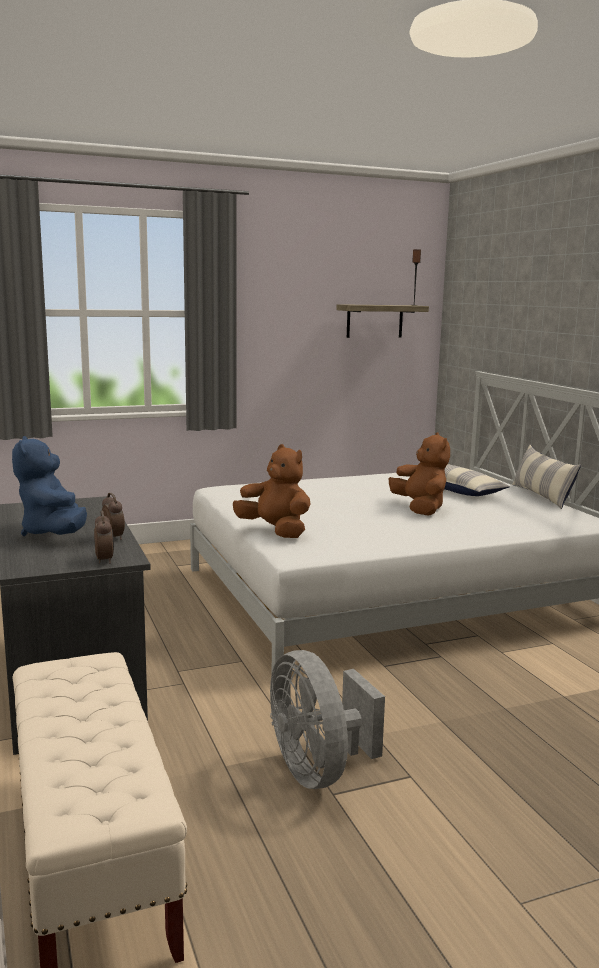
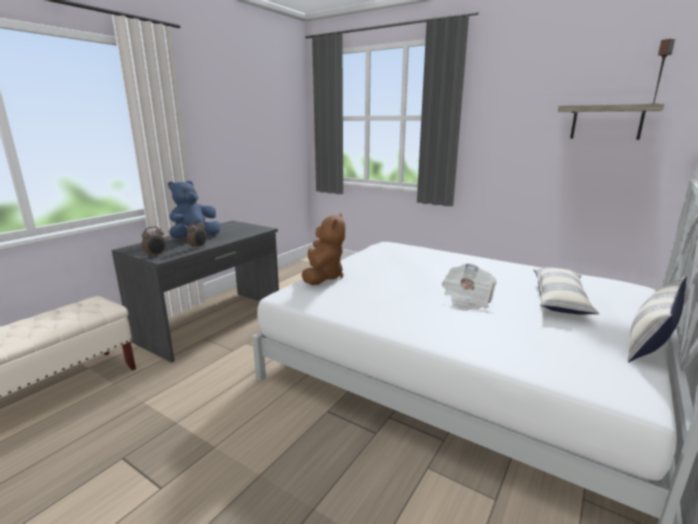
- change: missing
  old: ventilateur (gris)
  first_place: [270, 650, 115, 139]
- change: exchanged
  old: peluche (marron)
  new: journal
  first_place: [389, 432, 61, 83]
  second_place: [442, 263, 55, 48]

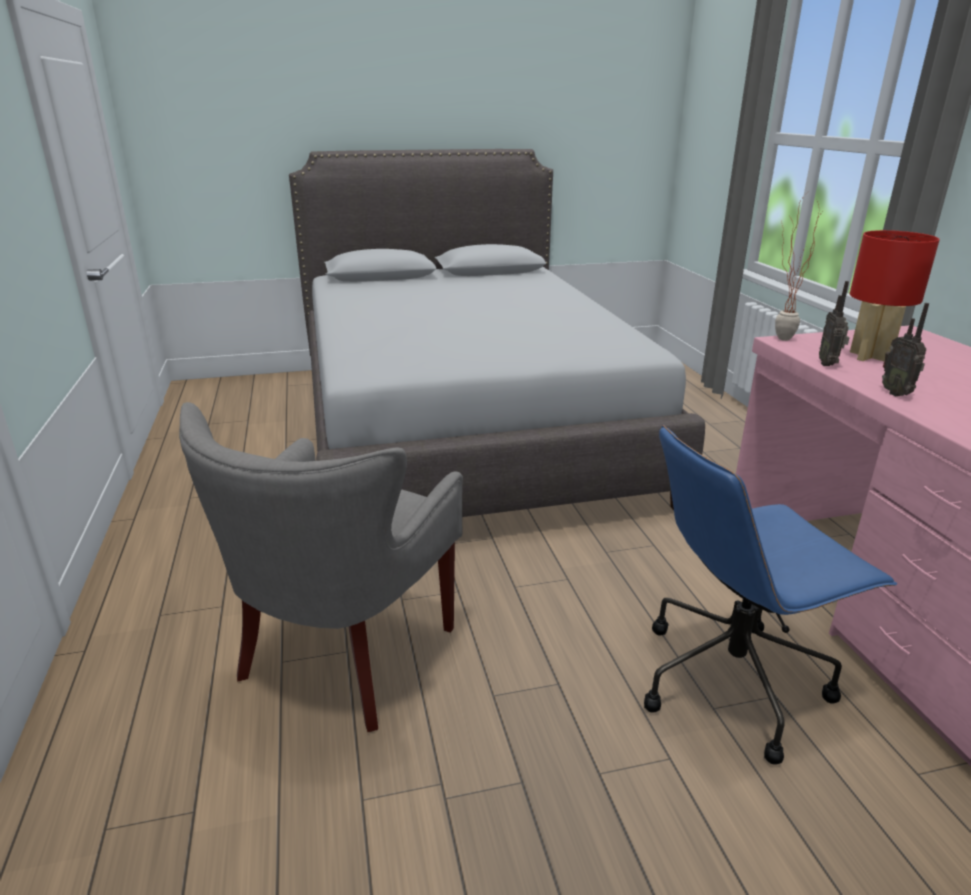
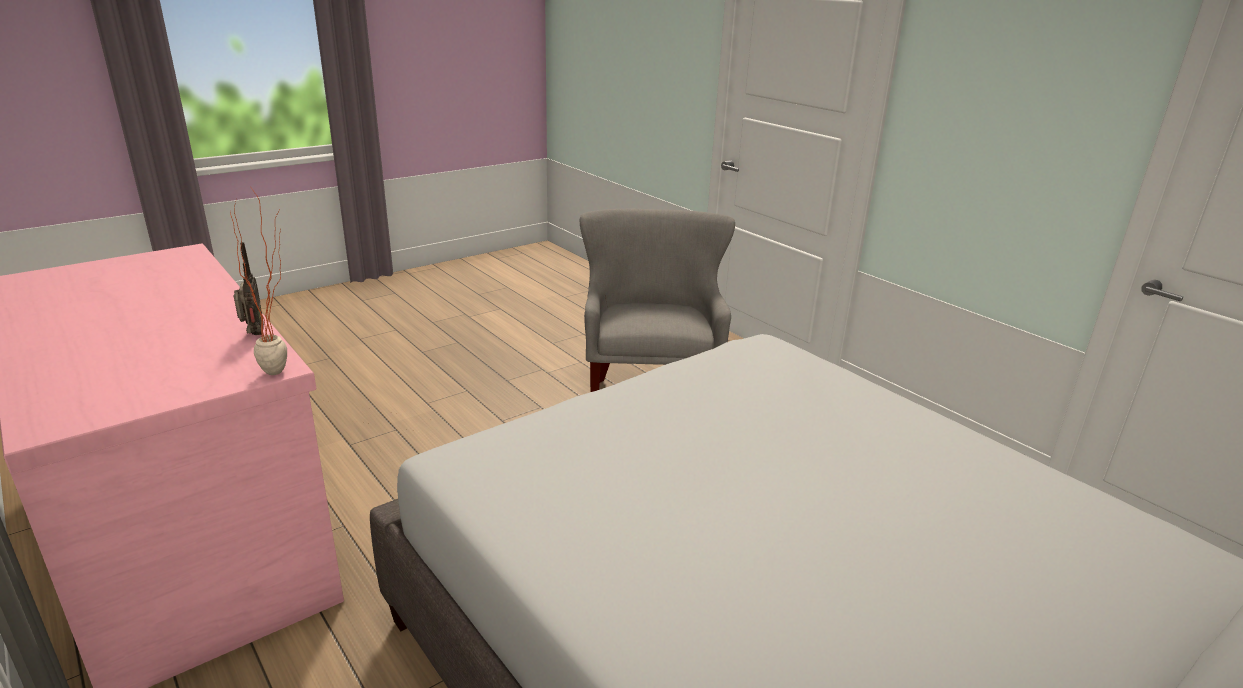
- change: missing
  old: chaise de bureau (bleu)
  first_place: [644, 425, 253, 340]
- change: missing
  old: lampe de table (rouge)
  first_place: [850, 230, 90, 132]
- change: missing
  old: radio
  first_place: [882, 303, 47, 93]

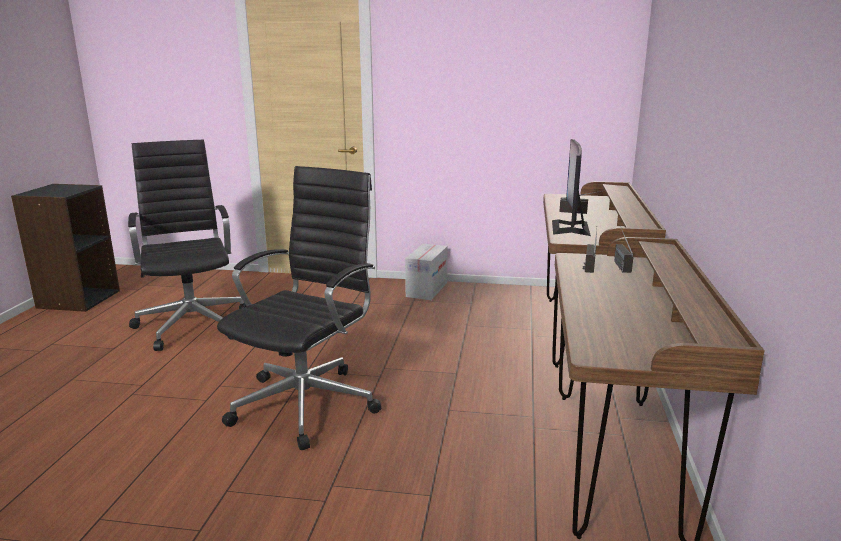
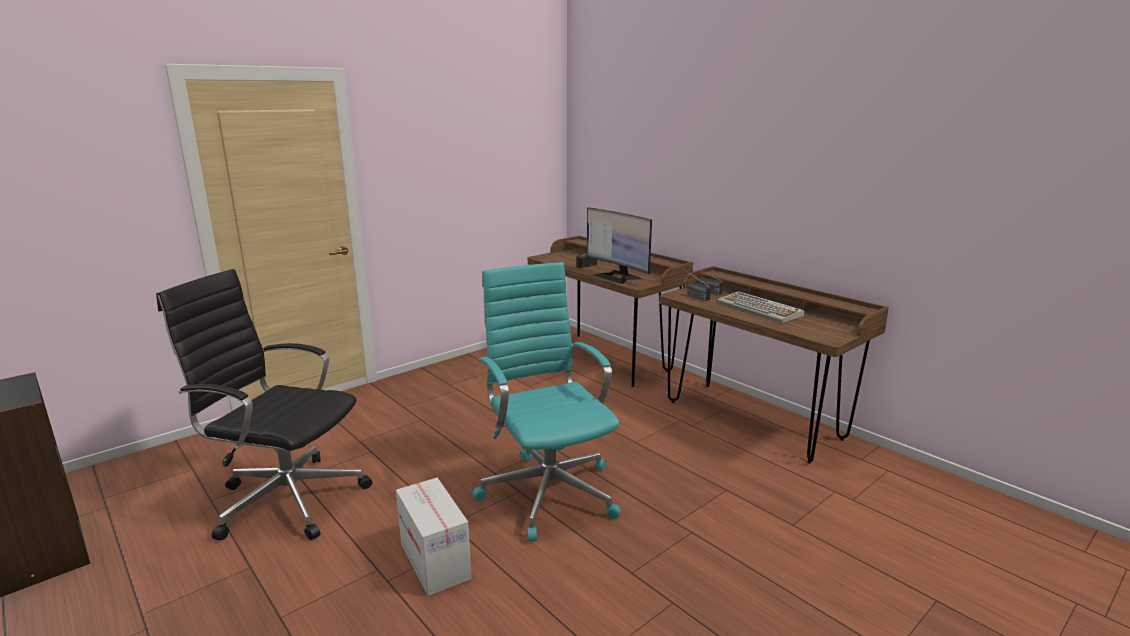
- change: appeared
  new: clavier
  second_place: [717, 291, 88, 32]
- change: relocated
  old: carton
  first_place: [405, 244, 43, 56]
  second_place: [396, 478, 76, 118]
- change: colour
  old: chaise de bureau (noir)
  new: chaise de bureau (turquoise)
  first_place: [217, 166, 164, 284]
  second_place: [473, 262, 148, 280]

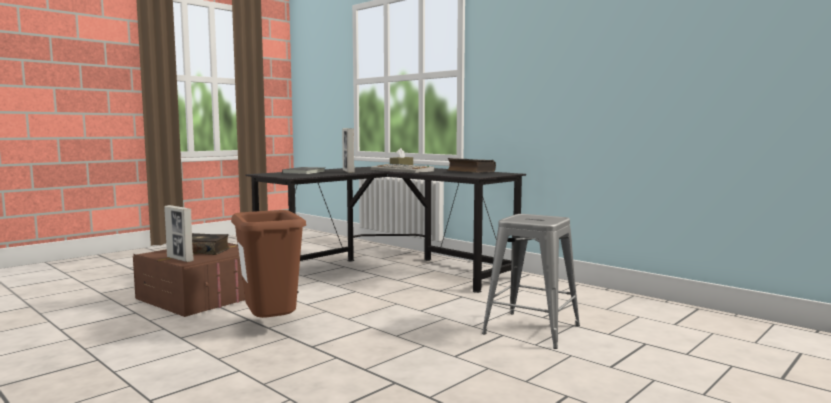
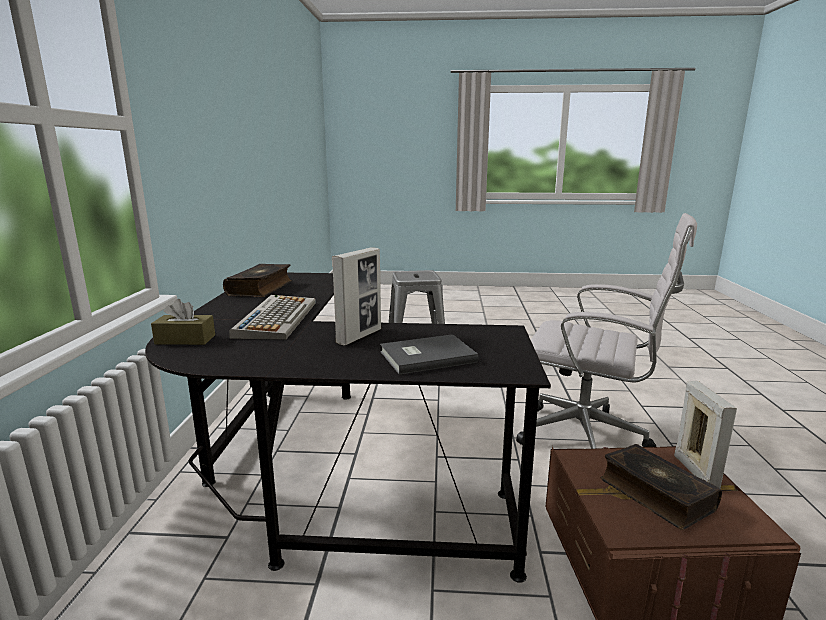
- change: exchanged
  old: poubelle (marron)
  new: chaise de bureau (blanc)
  first_place: [231, 210, 75, 108]
  second_place: [516, 213, 181, 236]

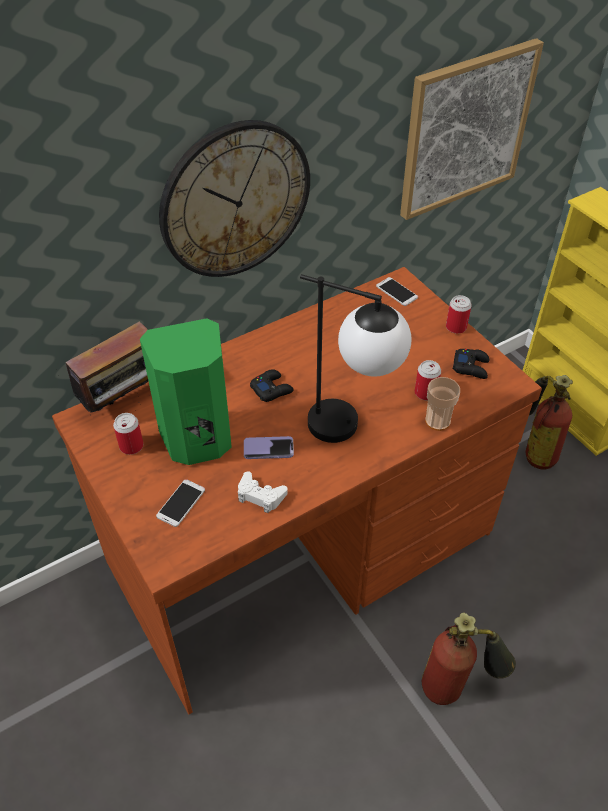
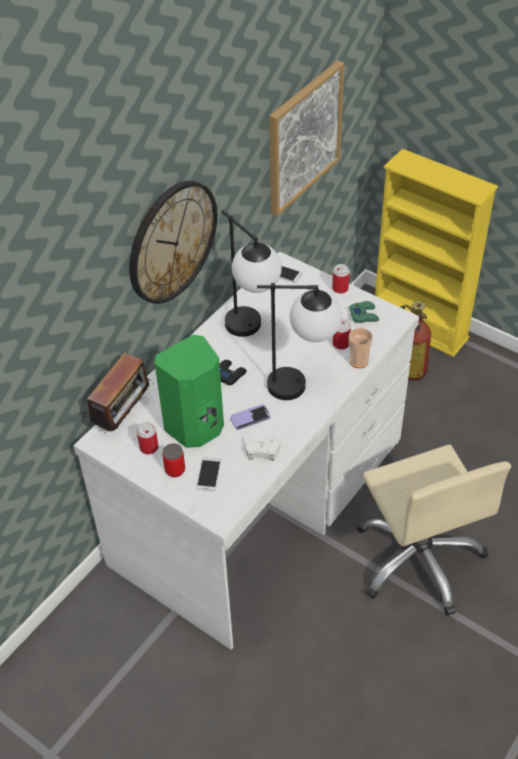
- change: appeared
  new: boîte métallique
  second_place: [162, 444, 23, 33]
- change: appeared
  new: lampe de table
  second_place: [221, 210, 61, 127]
- change: exchanged
  old: extincteur
  new: chaise de bureau (beige)
  first_place: [422, 613, 94, 92]
  second_place: [357, 444, 154, 172]
- change: colour
  old: bureau (marron)
  new: bureau (blanc)
  first_place: [52, 267, 490, 448]
  second_place: [73, 252, 346, 398]
- change: colour
  old: manette (noir)
  new: manette (vert)
  first_place: [453, 349, 37, 30]
  second_place: [349, 301, 30, 22]

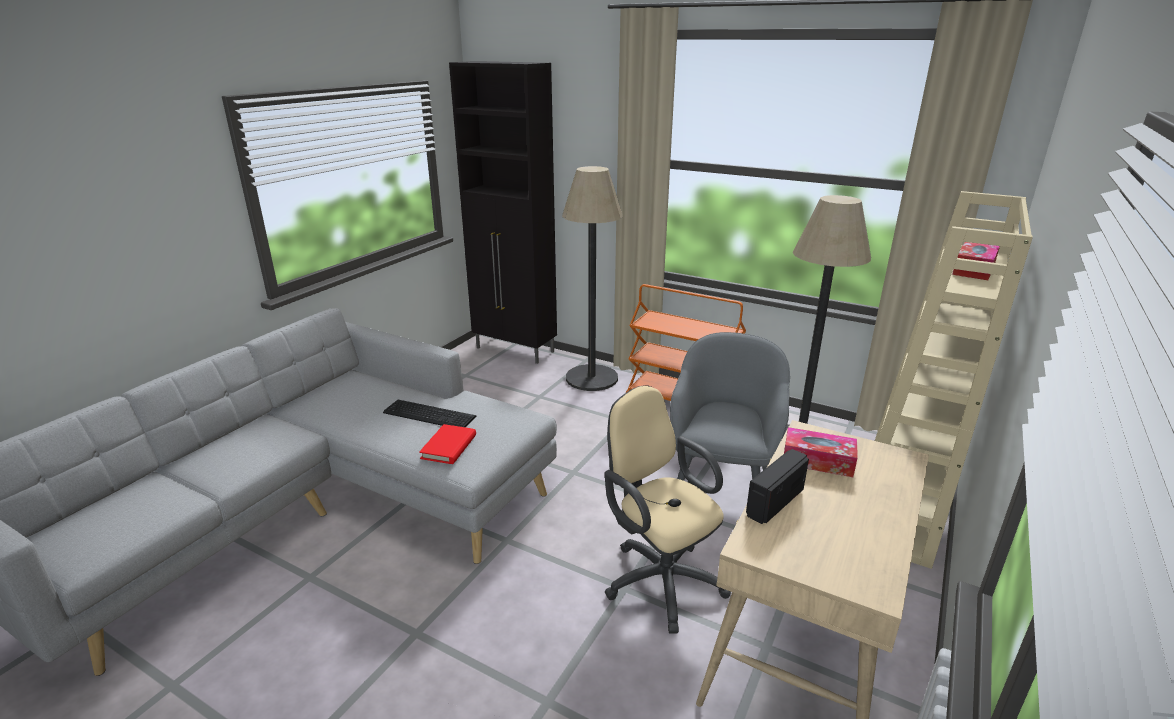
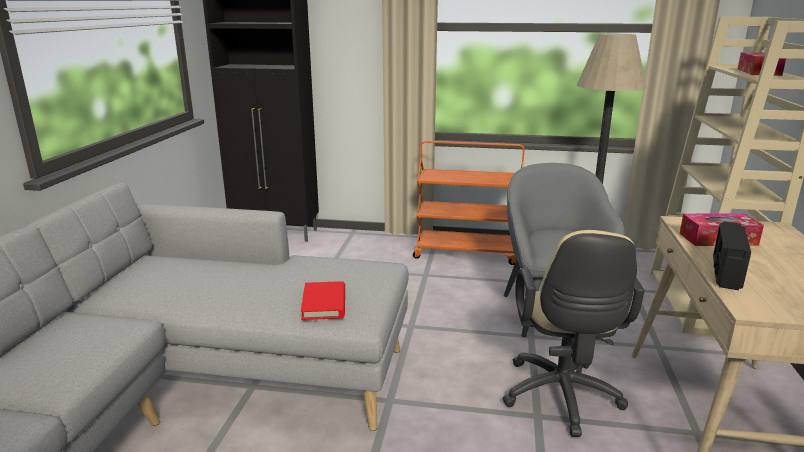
- change: missing
  old: clavier
  first_place: [383, 400, 93, 27]
- change: missing
  old: lampadaire
  first_place: [562, 166, 61, 225]
- change: spun
  old: chaise de bureau (beige)
  first_place: [605, 385, 126, 249]
  second_place: [503, 230, 142, 207]
  degrees: -120

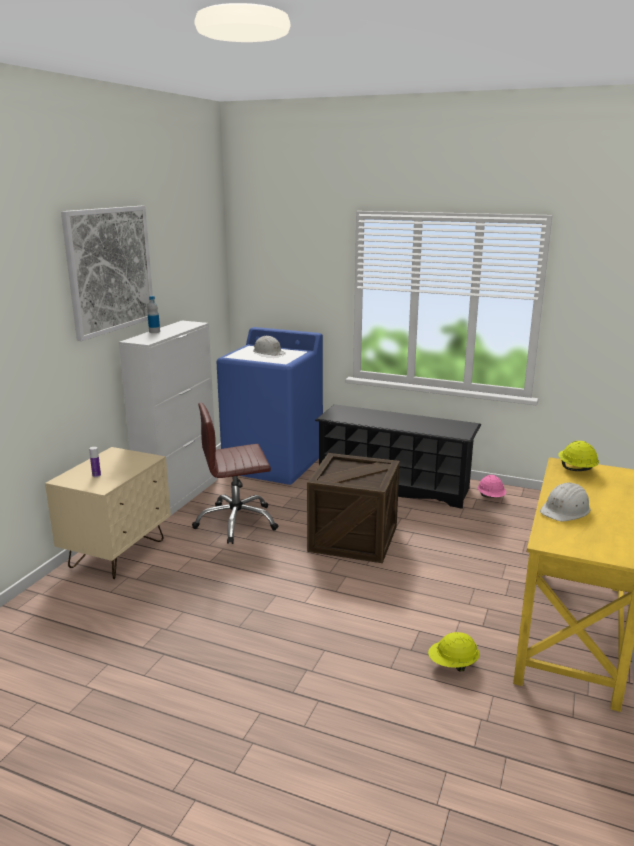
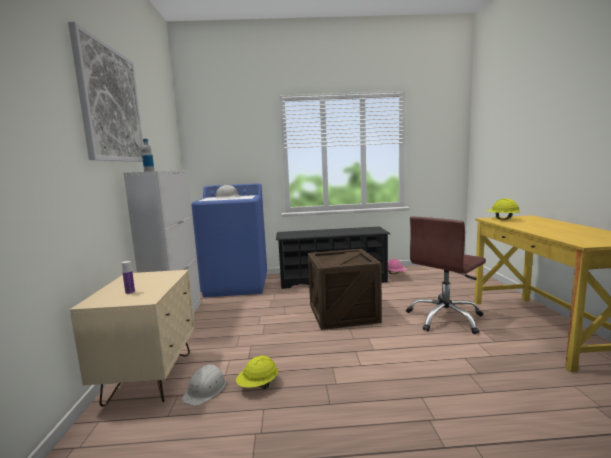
- change: relocated
  old: chaise de bureau (marron)
  first_place: [192, 403, 86, 141]
  second_place: [406, 216, 80, 118]
- change: relocated
  old: casque de chantier (jaune)
  first_place: [428, 632, 51, 40]
  second_place: [236, 355, 42, 34]
- change: relocated
  old: casque de chantier (blanc)
  first_place: [540, 482, 50, 40]
  second_place: [181, 365, 45, 41]

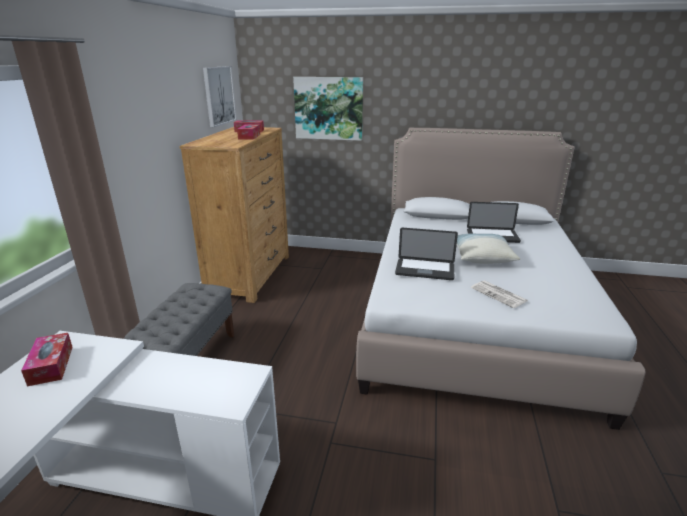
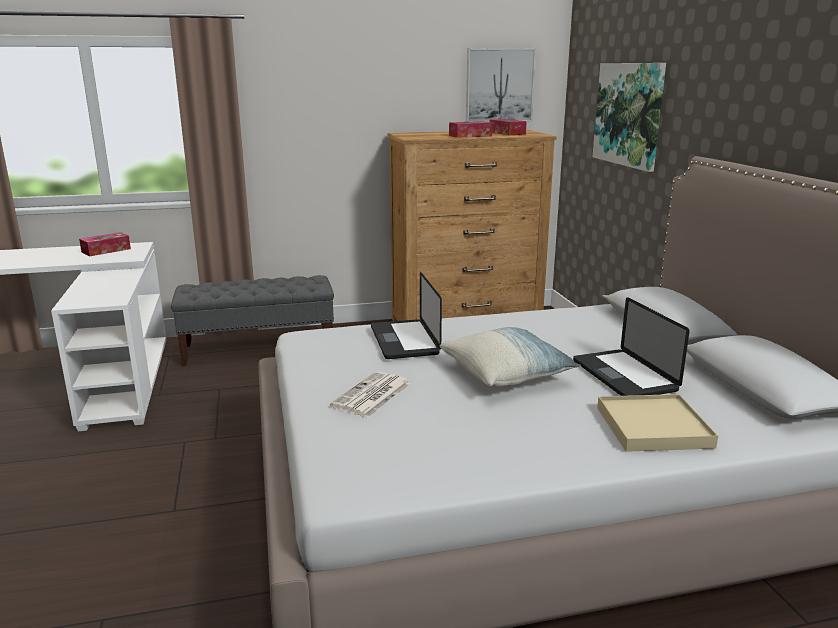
- change: appeared
  new: plateau (beige)
  second_place: [597, 394, 121, 58]

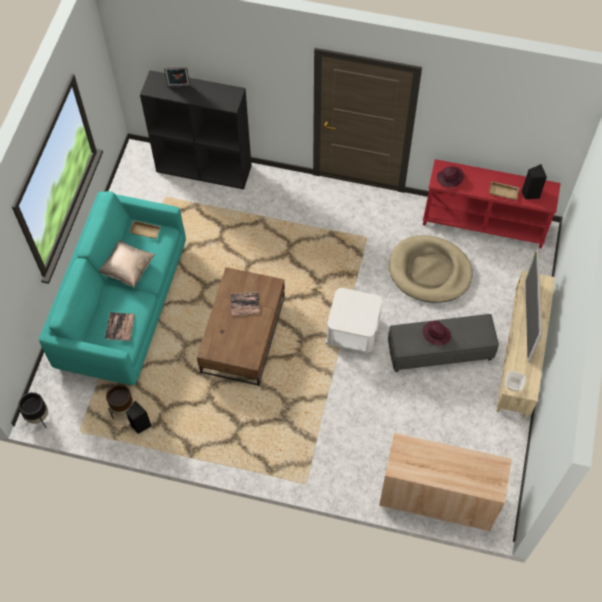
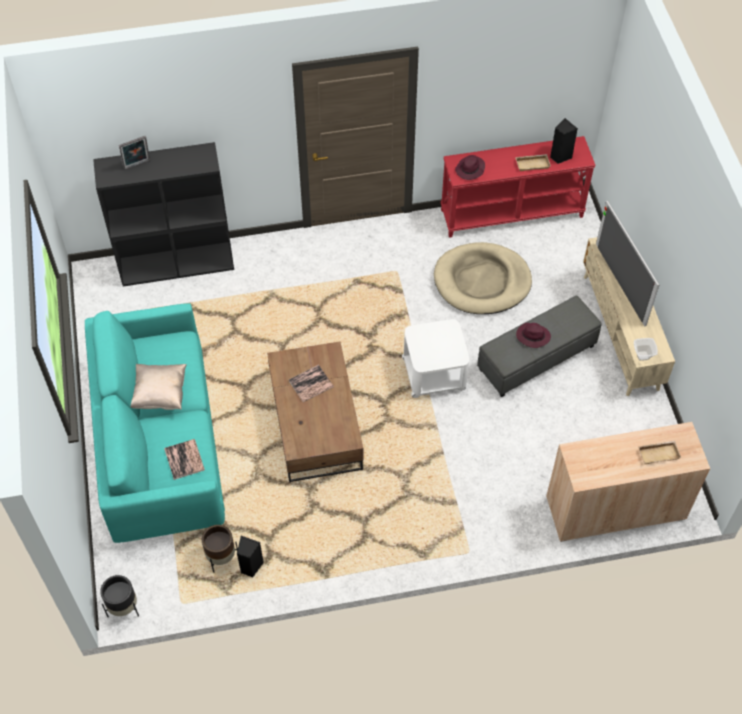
- change: relocated
  old: plateau (beige)
  first_place: [130, 221, 31, 18]
  second_place: [638, 441, 43, 23]

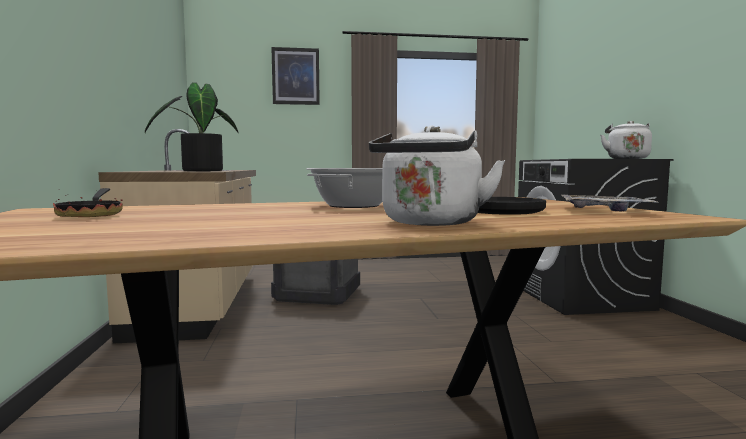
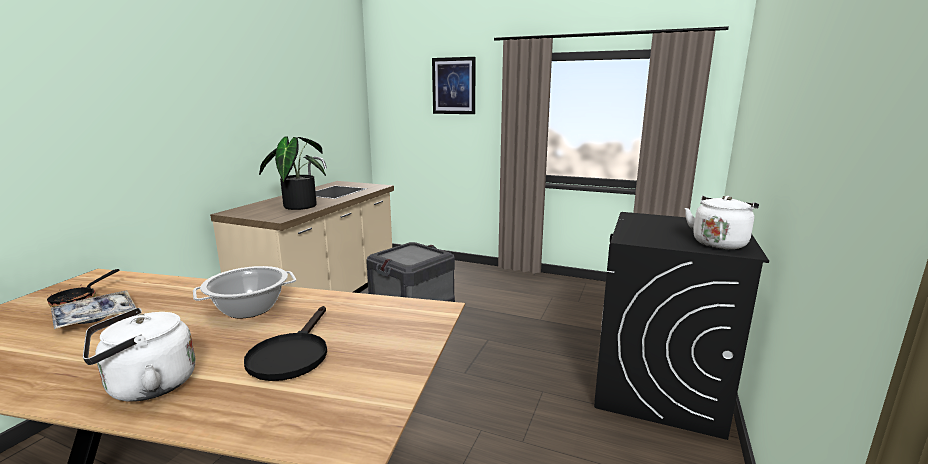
- change: relocated
  old: plateau
  first_place: [561, 194, 98, 17]
  second_place: [51, 290, 85, 39]

